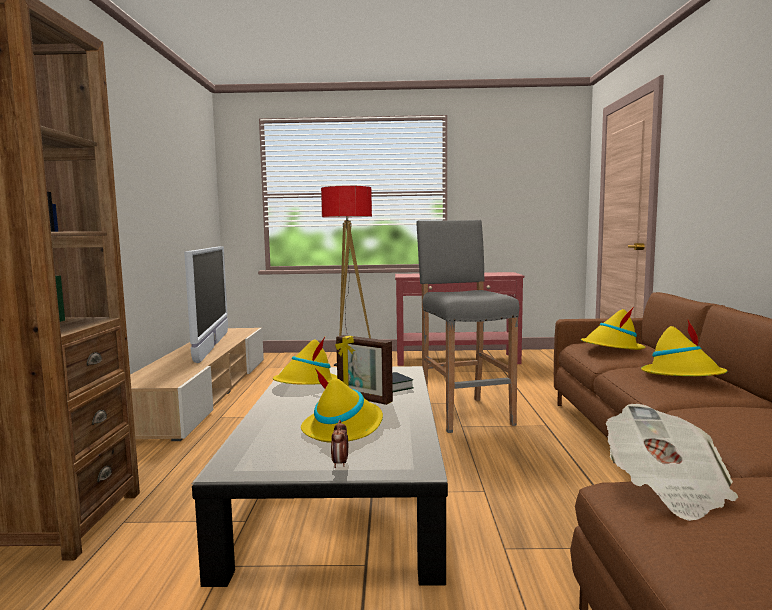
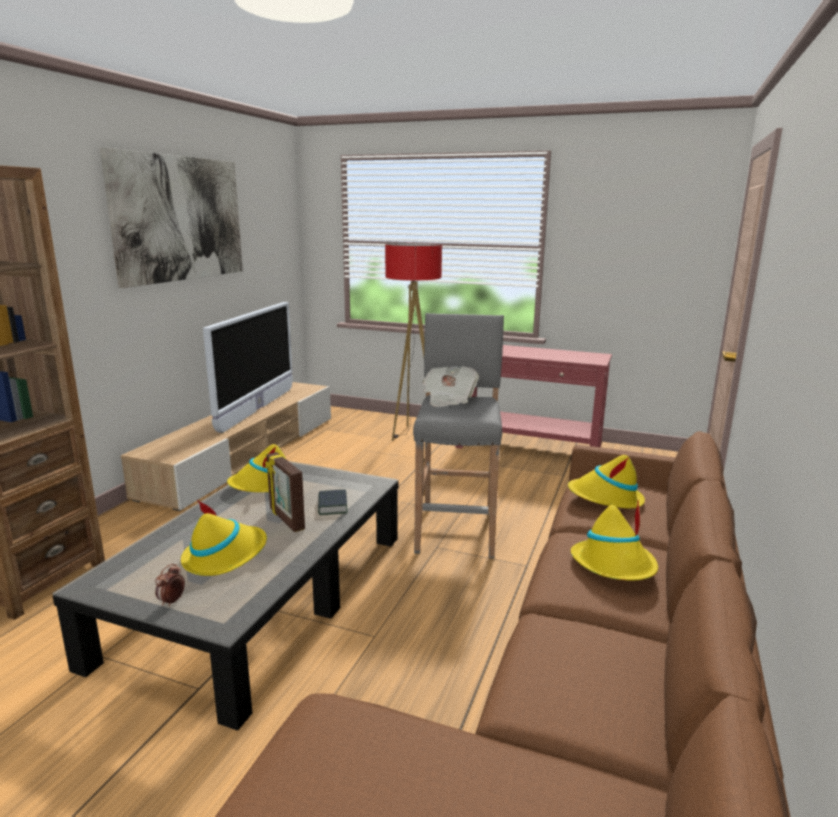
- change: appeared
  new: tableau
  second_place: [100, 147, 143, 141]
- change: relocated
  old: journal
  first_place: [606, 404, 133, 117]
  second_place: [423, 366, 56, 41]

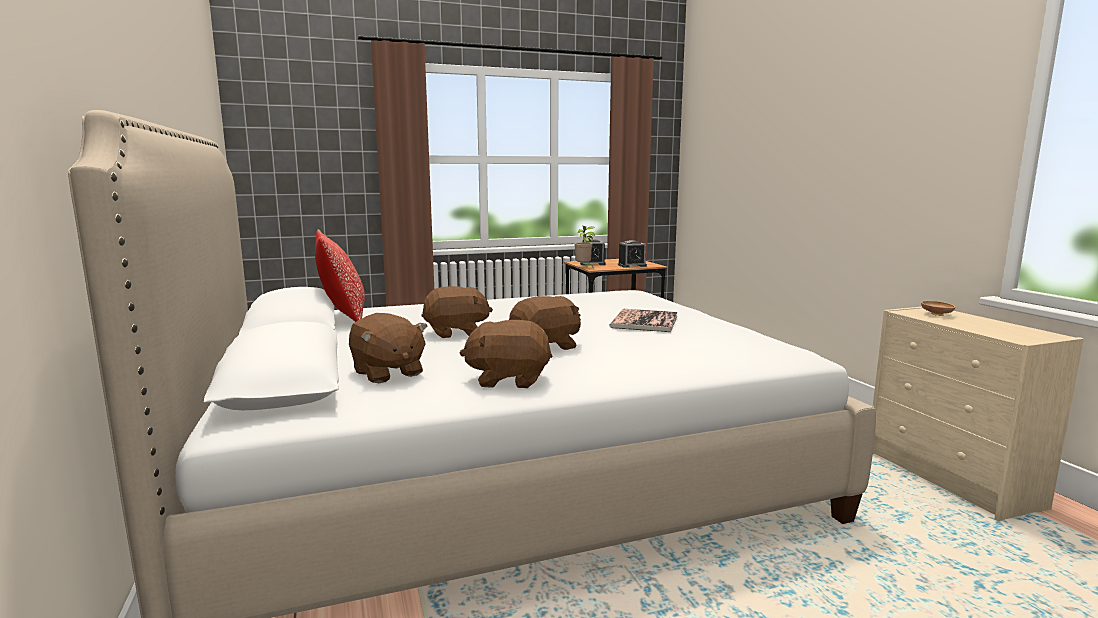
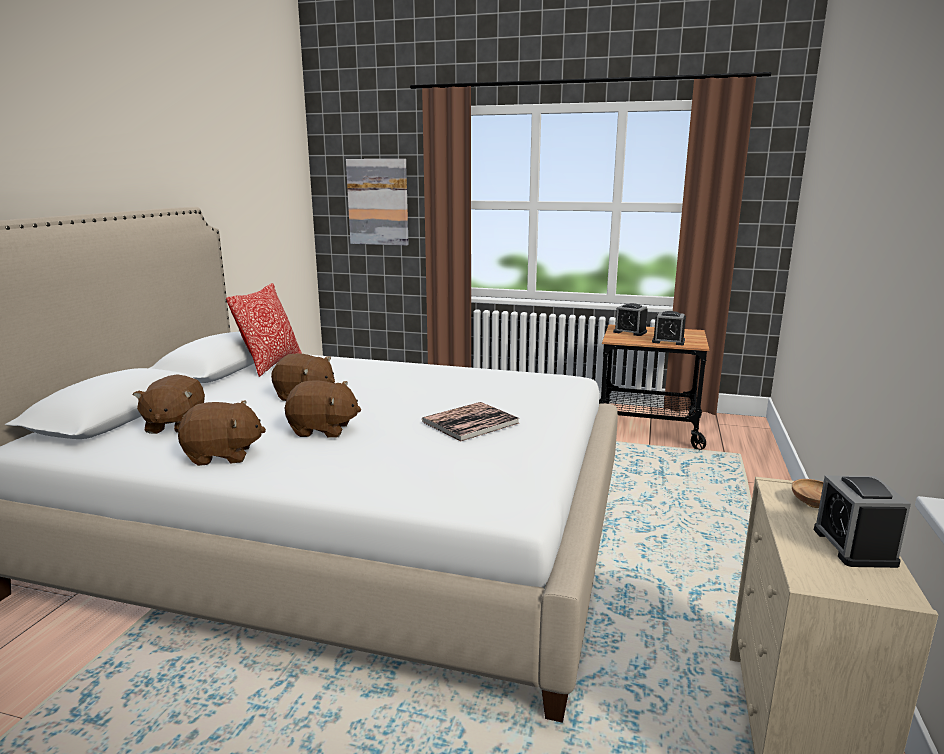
- change: missing
  old: plante en pot
  first_place: [574, 226, 21, 41]
- change: appeared
  new: tableau
  second_place: [346, 159, 63, 87]
- change: appeared
  new: réveil
  second_place: [814, 475, 97, 93]
- change: spun
  old: peluche (marron)
  first_place: [460, 320, 92, 68]
  second_place: [178, 400, 88, 66]
  degrees: 135

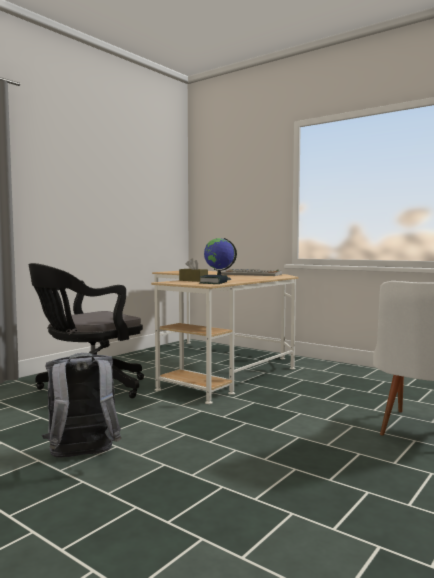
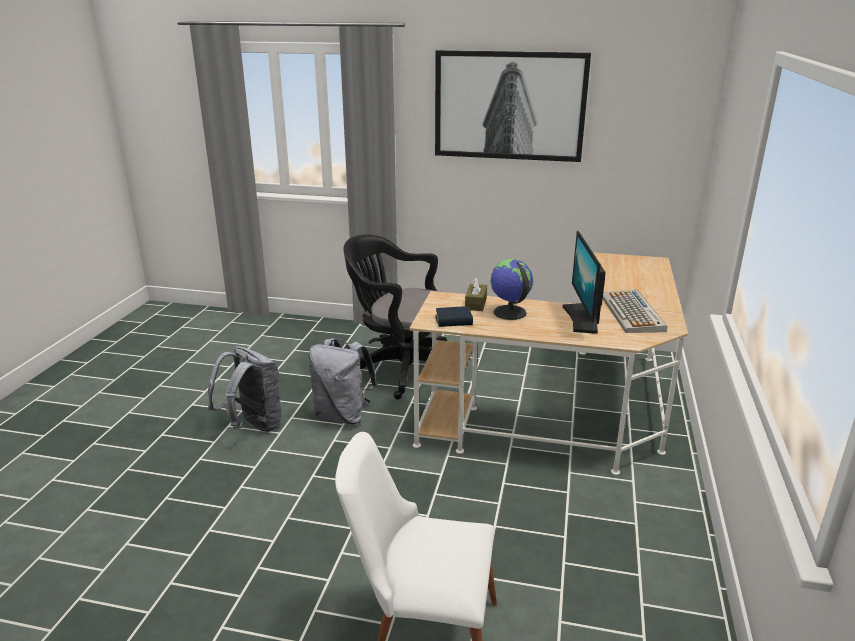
- change: appeared
  new: sac à dos (gris)
  second_place: [308, 338, 70, 86]
- change: appeared
  new: tableau
  second_place: [435, 50, 156, 112]
- change: appeared
  new: écran d'ordinateur
  second_place: [562, 231, 43, 103]

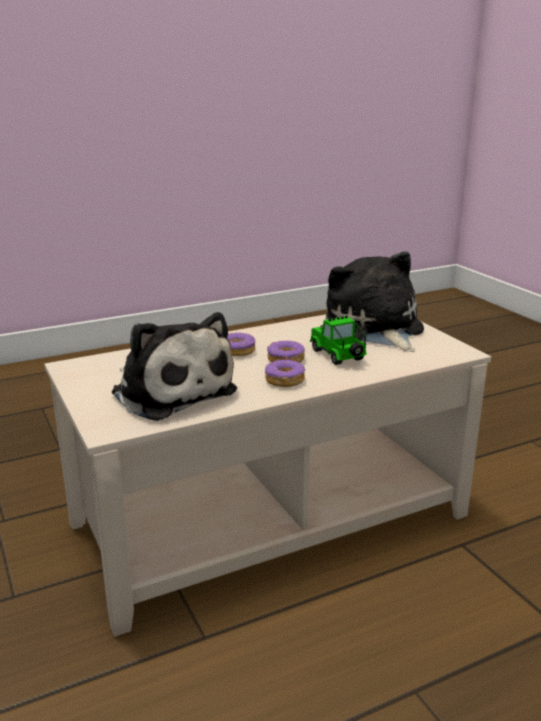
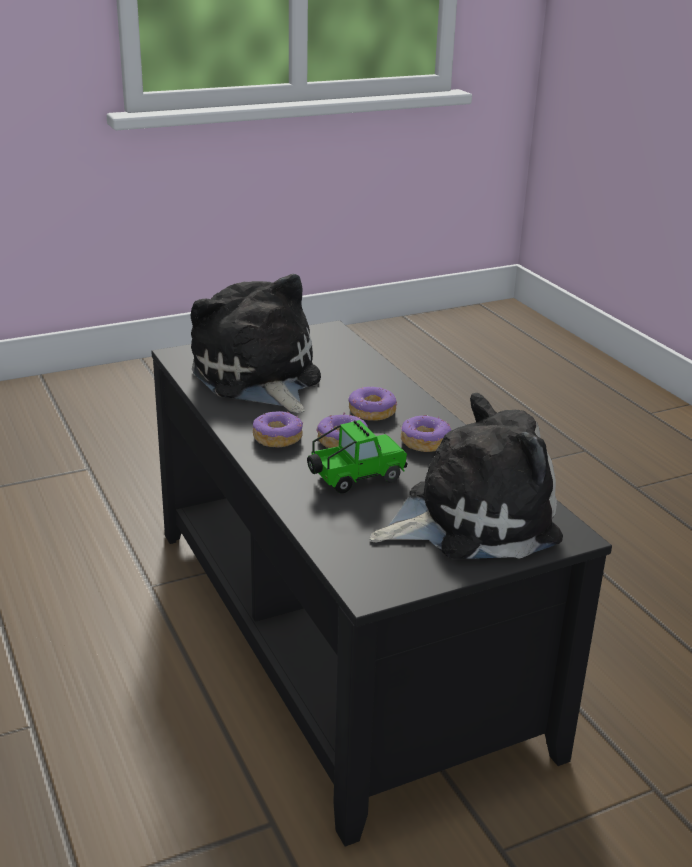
- change: appeared
  new: beignet
  second_place: [401, 415, 50, 37]
- change: colour
  old: table basse (beige)
  new: table basse (noir)
  first_place: [45, 314, 446, 323]
  second_place: [151, 320, 461, 527]
- change: spun
  old: peluche
  first_place: [111, 312, 126, 109]
  second_place: [190, 274, 131, 139]
  degrees: 105

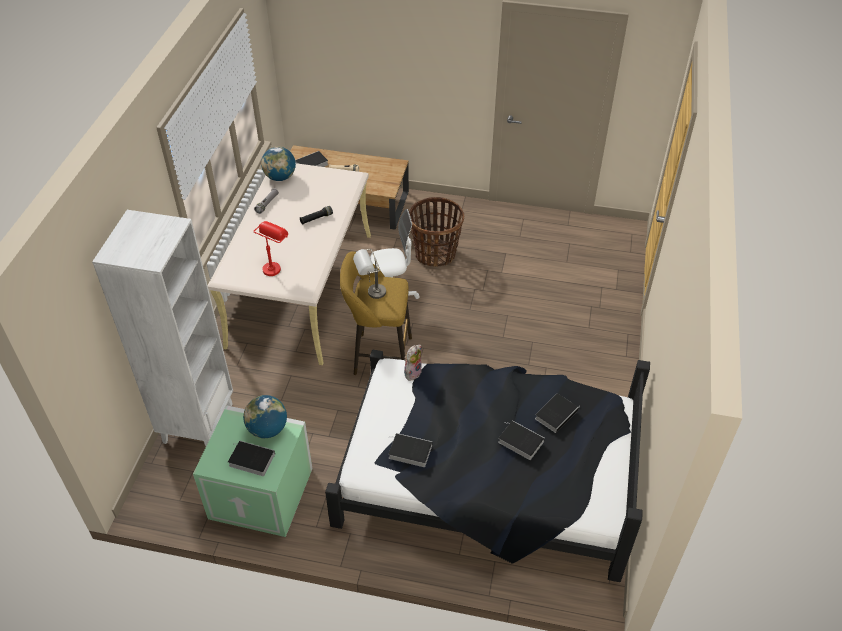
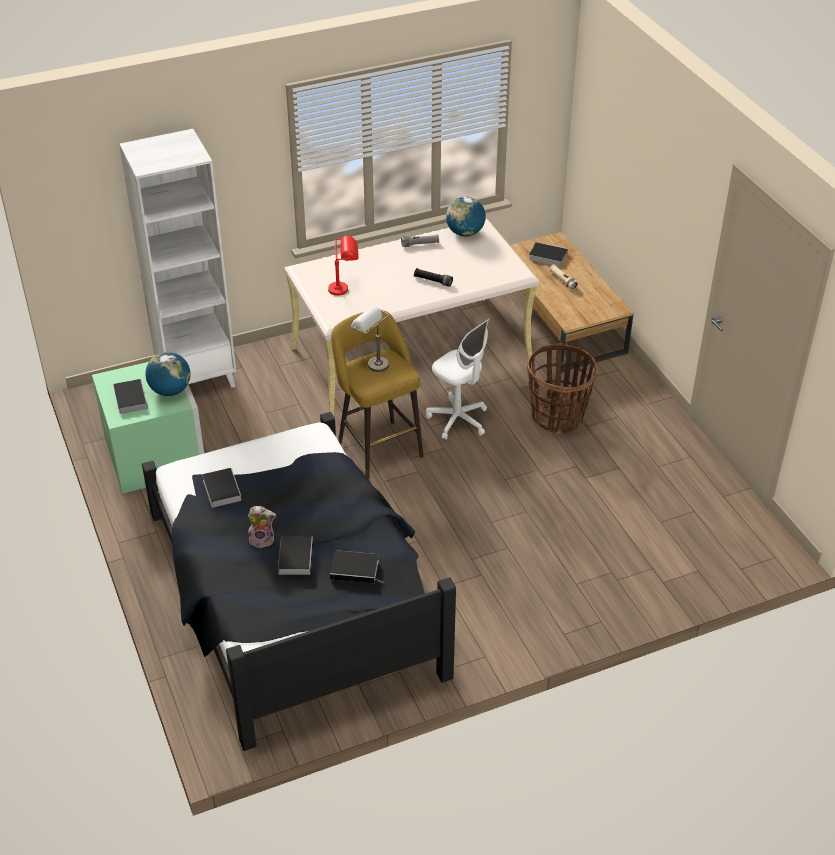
- change: relocated
  old: peluche
  first_place: [404, 345, 18, 36]
  second_place: [248, 506, 28, 42]

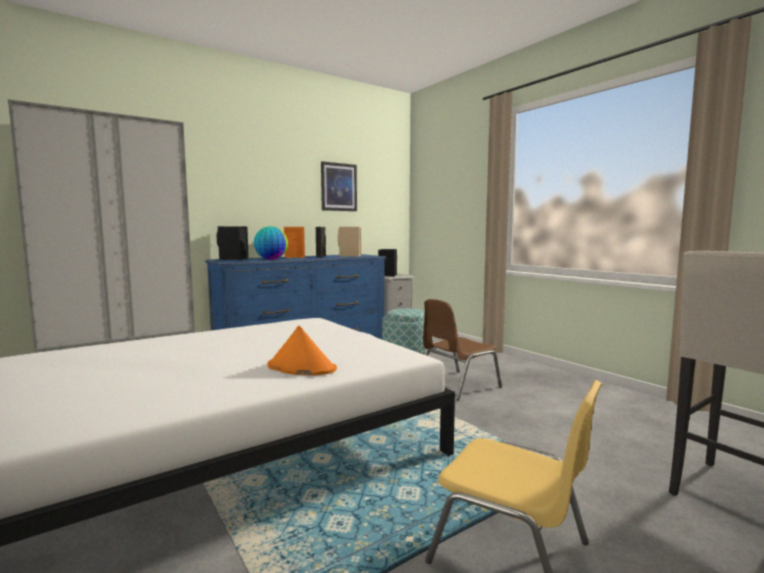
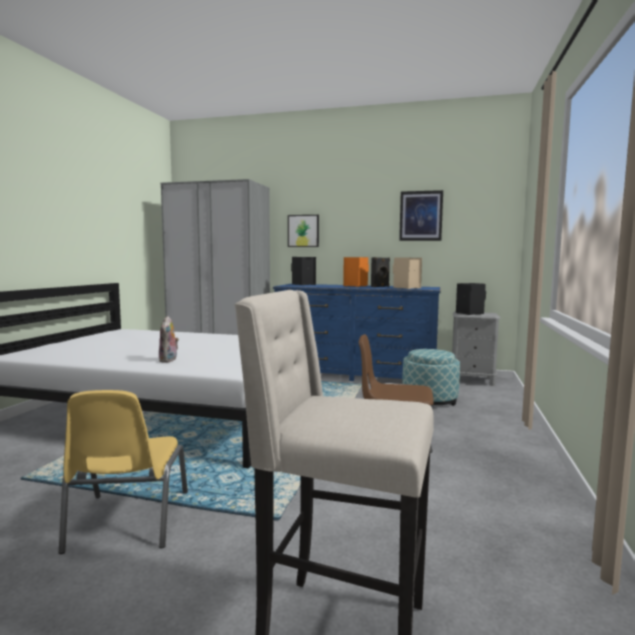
- change: missing
  old: globe
  first_place: [254, 226, 34, 34]
- change: appeared
  new: tableau
  second_place: [288, 215, 31, 32]
- change: exchanged
  old: chapeau (orange)
  new: peluche
  first_place: [267, 326, 70, 50]
  second_place: [159, 316, 20, 46]

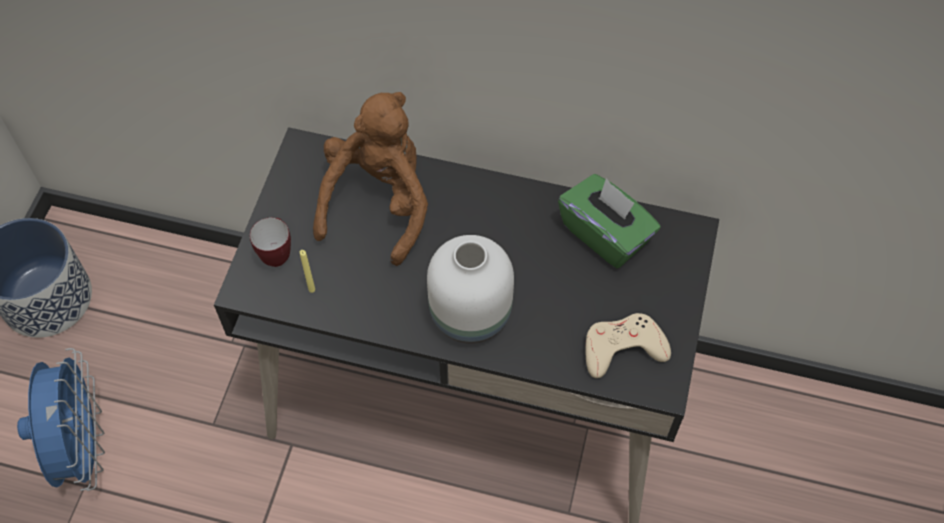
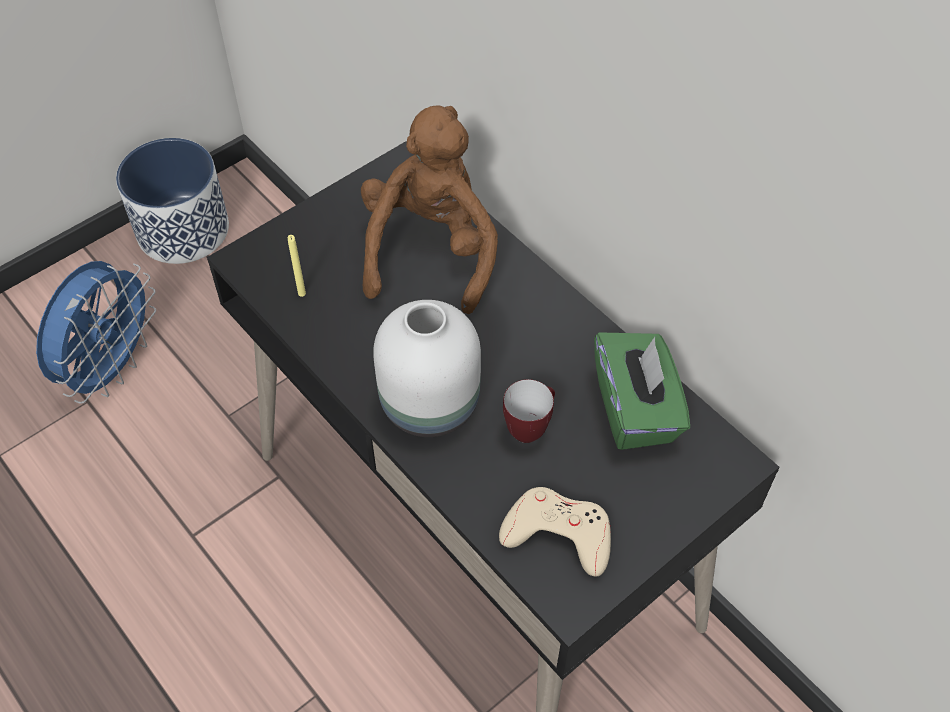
- change: relocated
  old: mug
  first_place: [250, 218, 41, 49]
  second_place: [503, 379, 52, 64]
- change: spun
  old: peluche (marron)
  first_place: [313, 92, 115, 174]
  second_place: [361, 105, 137, 209]
  degrees: -45

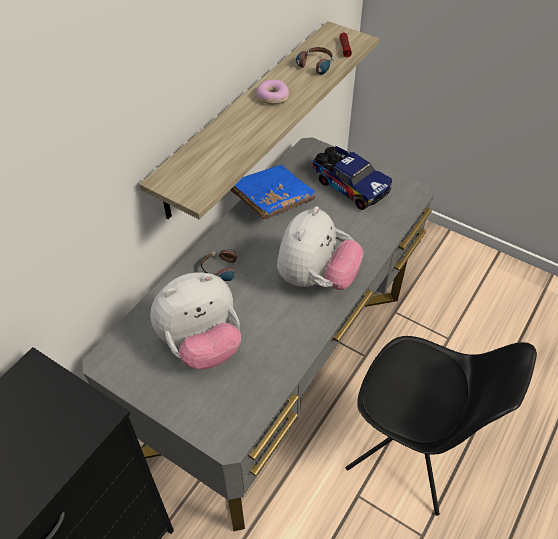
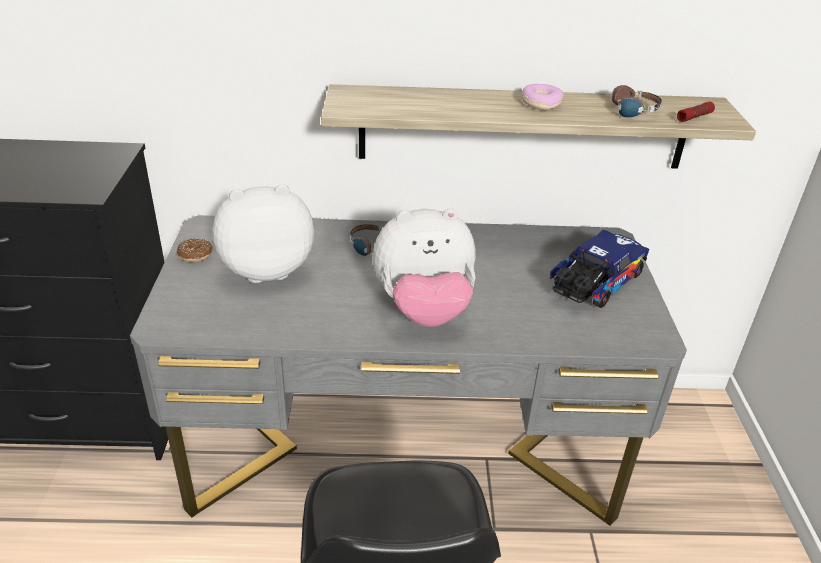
- change: missing
  old: livre (bleu)
  first_place: [230, 164, 85, 55]
- change: appeared
  new: beignet
  second_place: [177, 238, 36, 24]
- change: spun
  old: peluche
  first_place: [150, 273, 91, 96]
  second_place: [212, 184, 102, 99]
  degrees: 135
- change: spun
  old: camion jouet
  first_place: [312, 146, 80, 64]
  second_place: [550, 230, 99, 78]
  degrees: -150

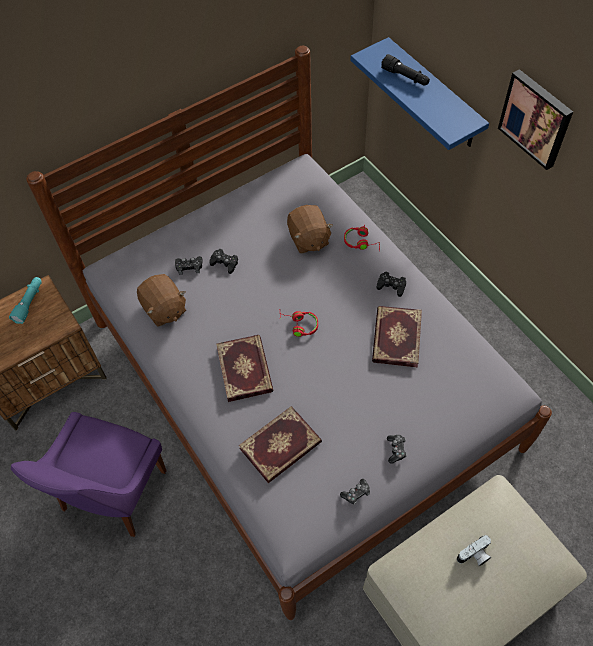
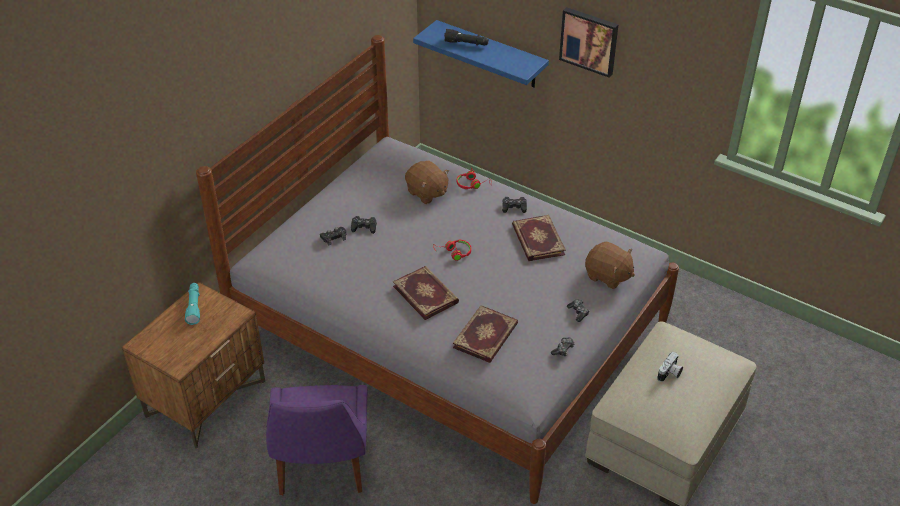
- change: relocated
  old: peluche (marron)
  first_place: [137, 274, 49, 53]
  second_place: [585, 241, 50, 48]

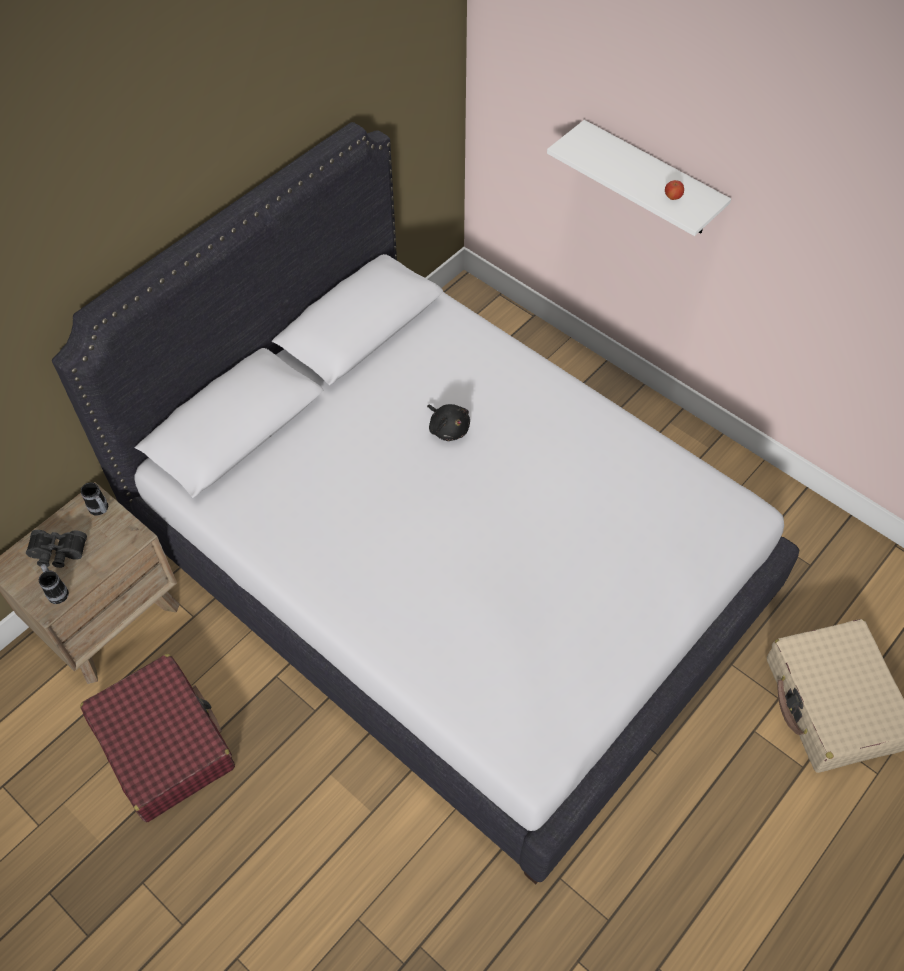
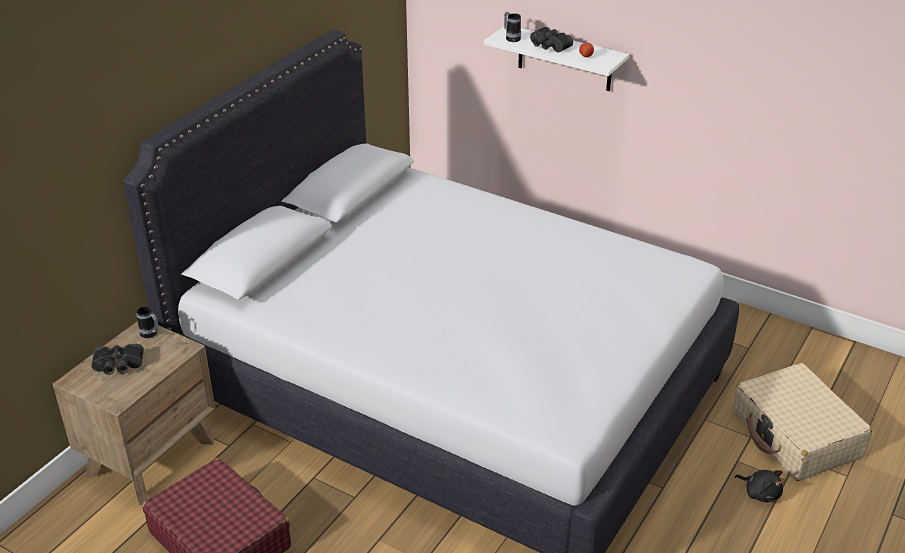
- change: appeared
  new: jumelles (noir)
  second_place: [530, 27, 43, 26]
- change: relocated
  old: mug
  first_place: [39, 564, 30, 40]
  second_place: [504, 12, 17, 30]
- change: relocated
  old: peluche (noir)
  first_place: [427, 404, 43, 37]
  second_place: [735, 470, 48, 33]

